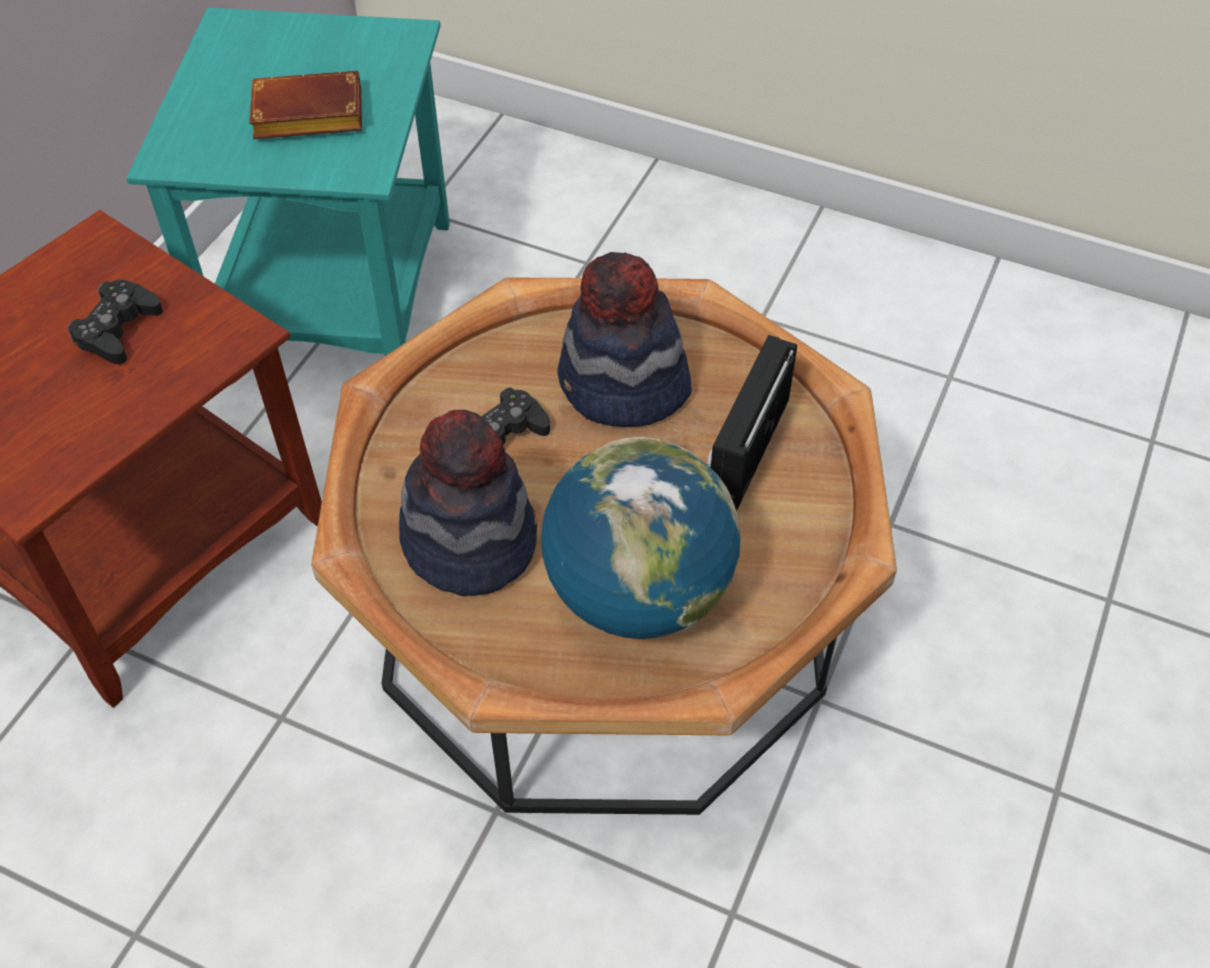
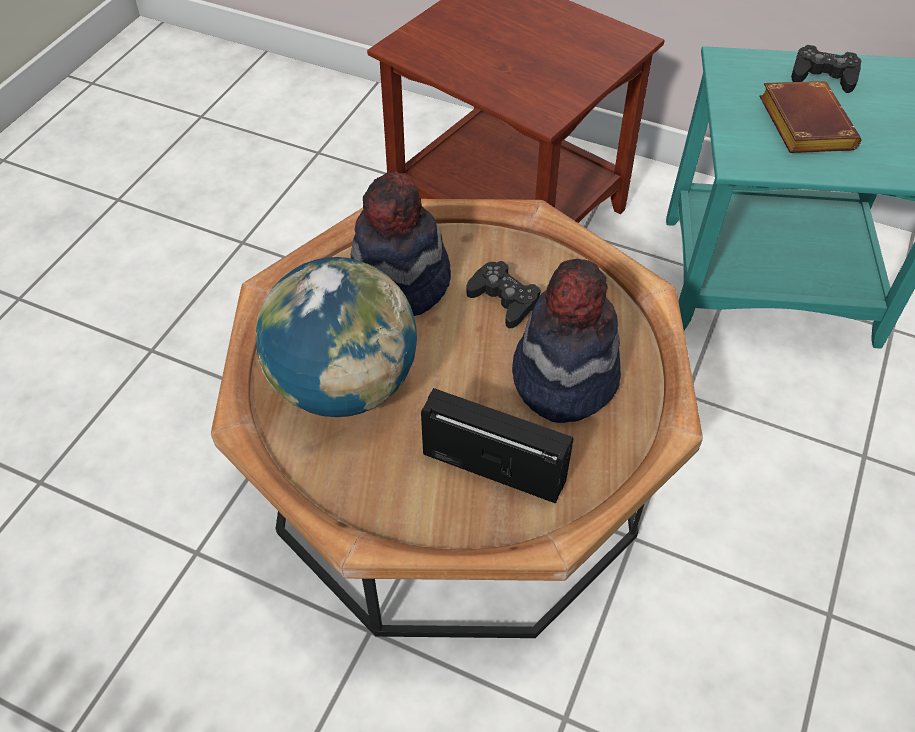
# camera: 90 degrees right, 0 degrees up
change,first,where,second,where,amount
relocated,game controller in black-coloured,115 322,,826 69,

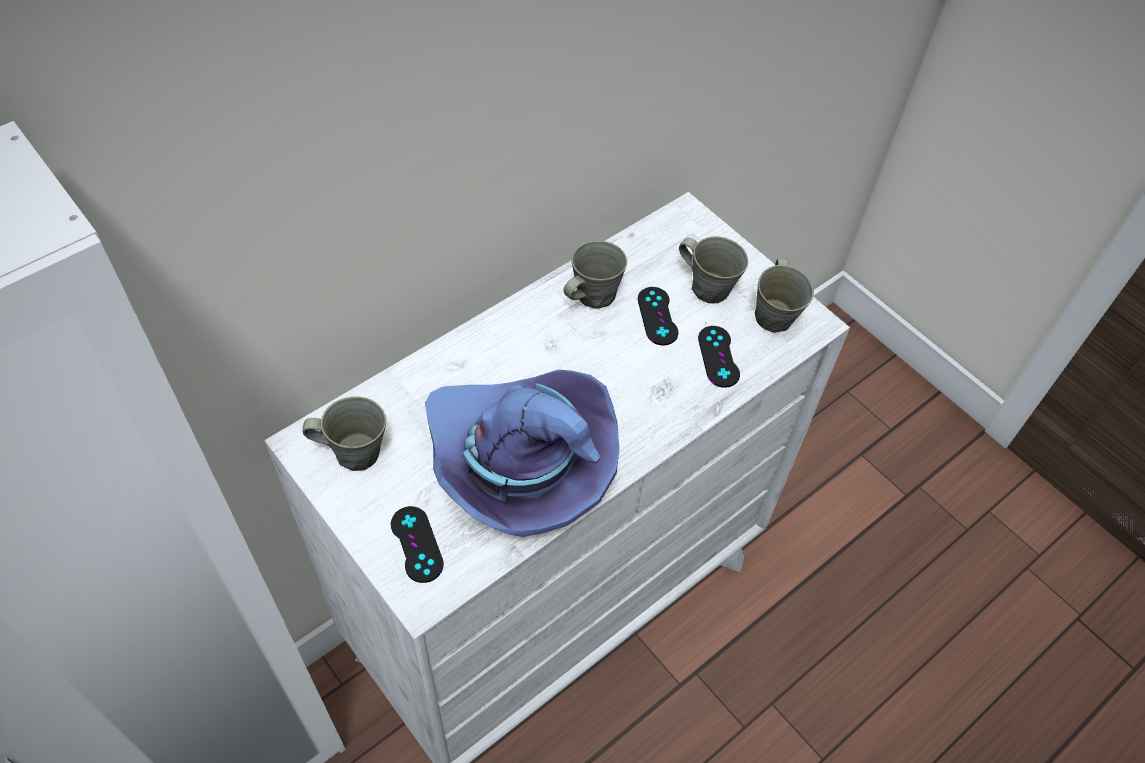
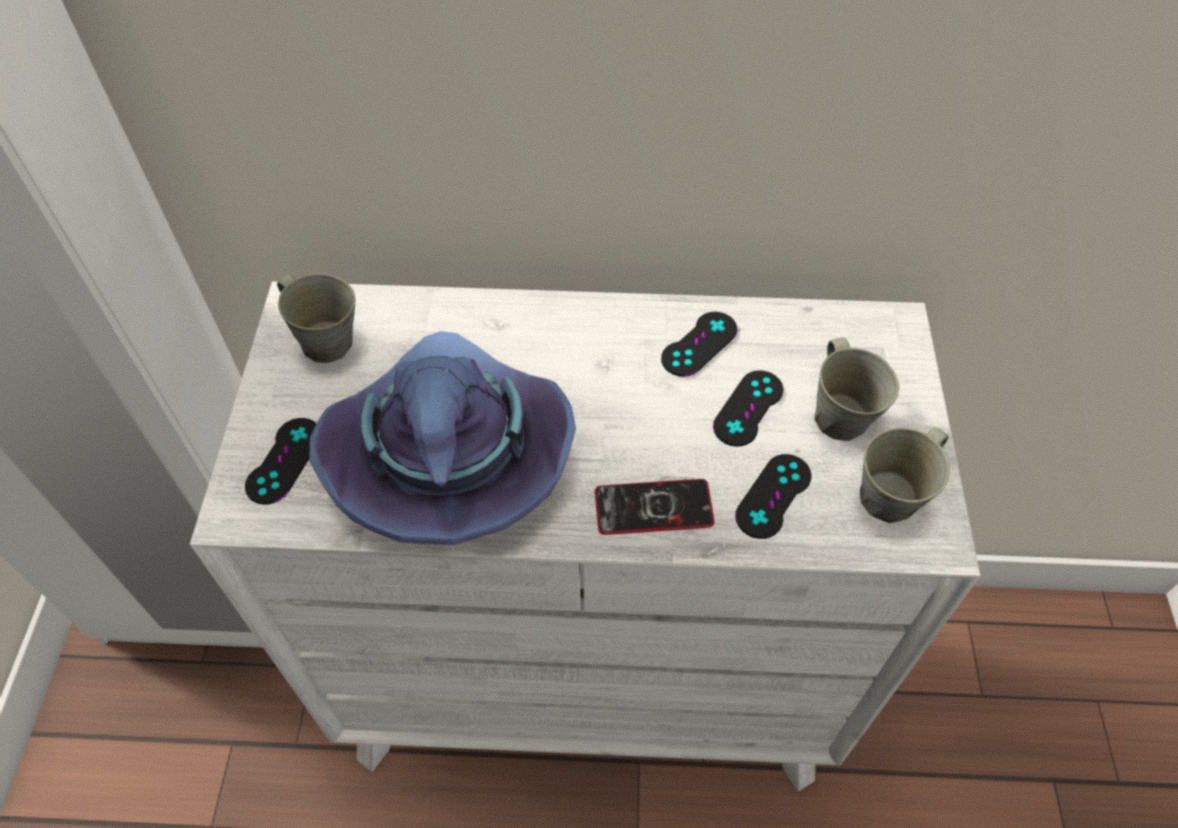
# camera: 45 degrees right, 0 degrees up
change,first,where,second,where,amount
appeared,,,telephone,655 507,
exchanged,coffee mug in grey,595 275,game controller in black-coloured,699 344,

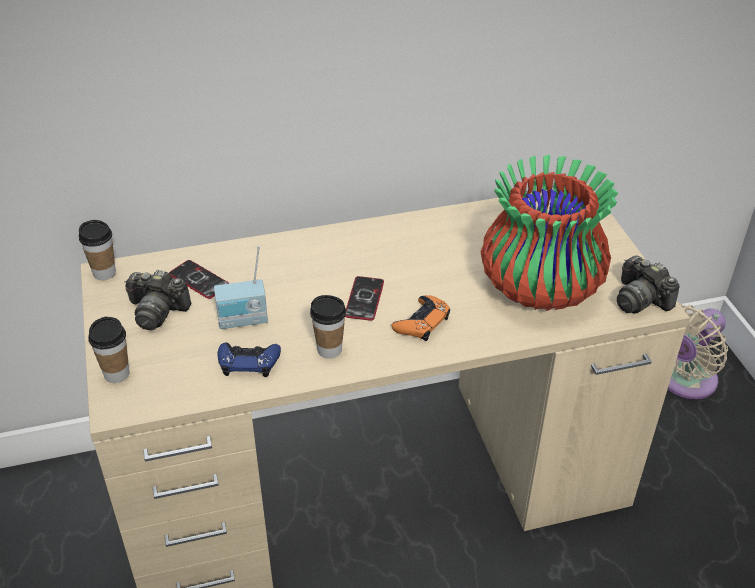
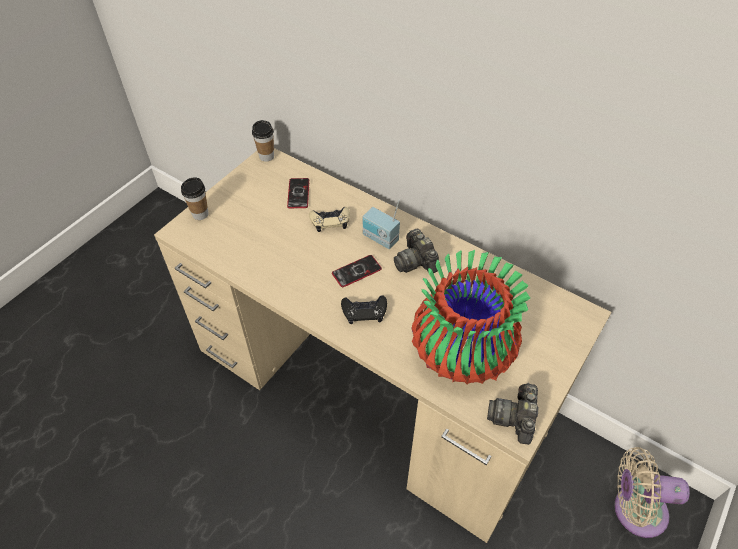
# camera: 50 degrees right, 10 degrees up
change,first,where,second,where,amount
missing,game controller in bluish,249 359,,,
missing,small cup,328 327,,,
appeared,,,game controller in beige-coloured,329 219,
relocated,photo camera,158 300,,416 251,
relocated,radio receiver,241 287,,381 224,
colour,game controller in orangey,421 318,game controller in black-coloured,364 309,

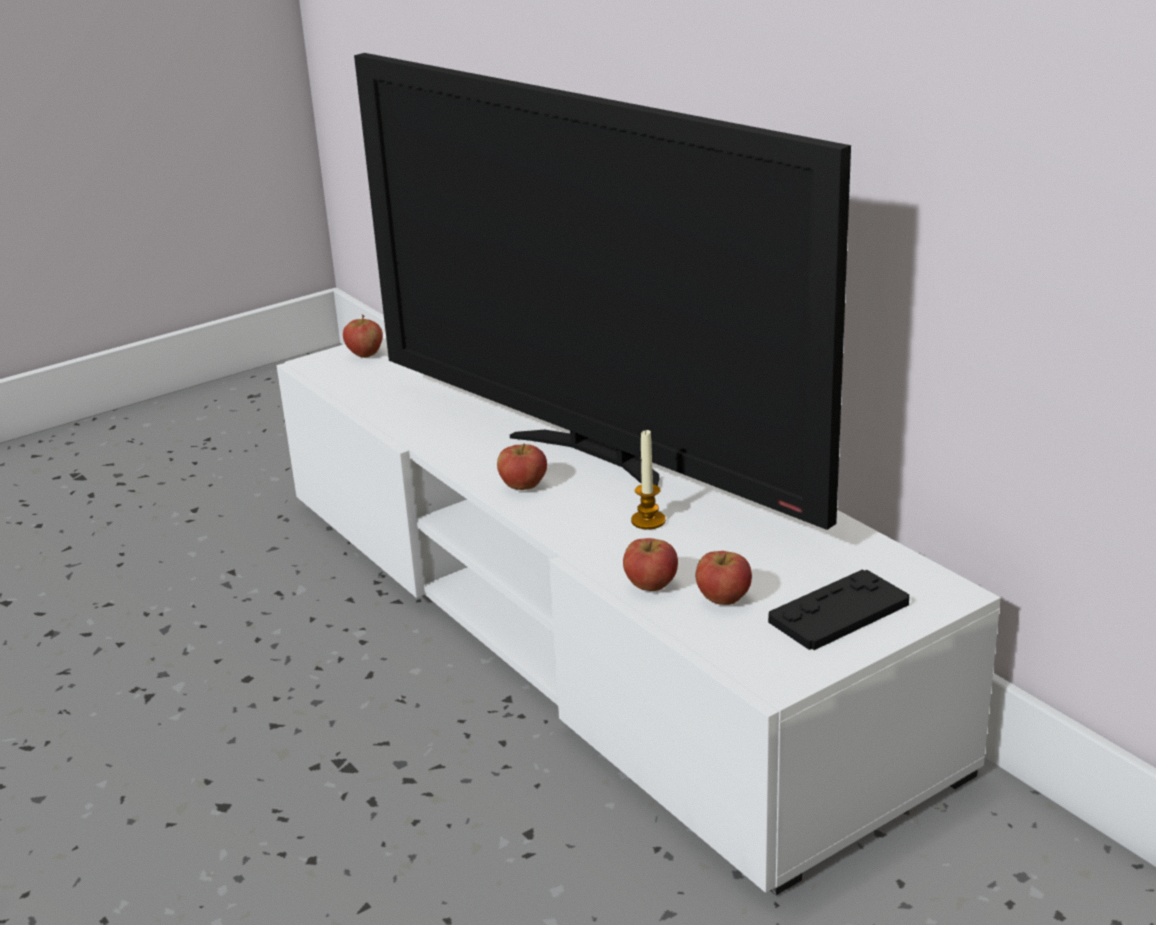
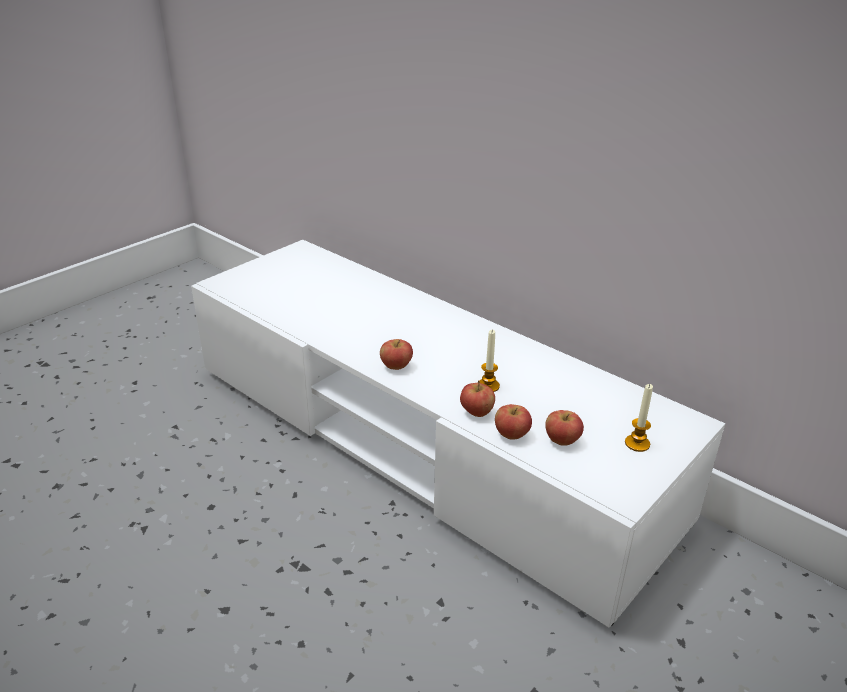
# camera: 15 degrees left, 5 degrees up
change,first,where,second,where,amount
missing,television,602 291,,,
relocated,whole apple,363 336,,477 399,
exchanged,game controller in black-coloured,838 609,wax light,639 418,

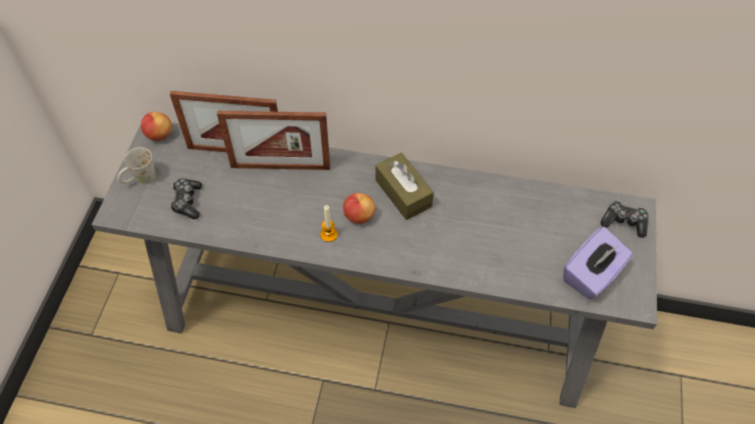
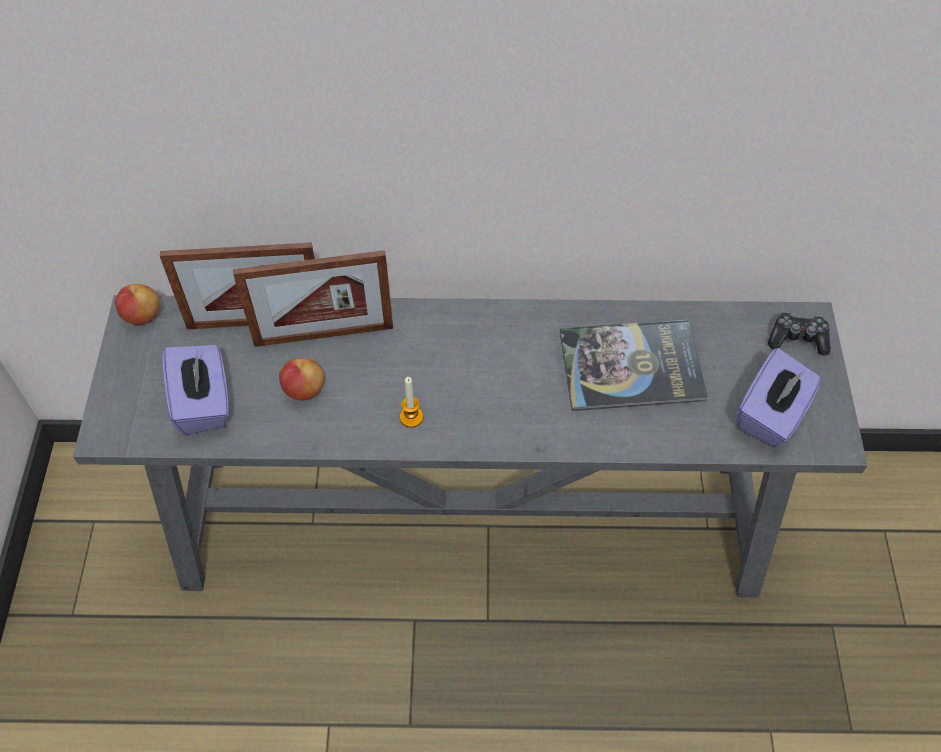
# camera: 10 degrees left, 0 degrees up
change,first,where,second,where,amount
missing,coffee mug in whitish,136 165,,,
missing,tissue box in brown-coloured,404 186,,,
appeared,,,volume,634 365,
relocated,whole apple,359 208,,302 379,
exchanged,game controller,186 198,tissue box in purple-coloured,195 390,

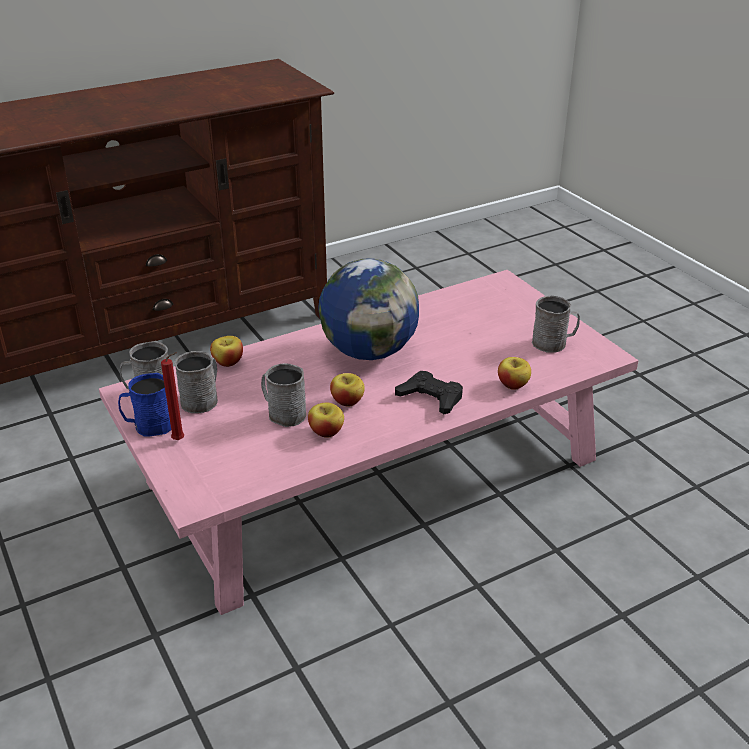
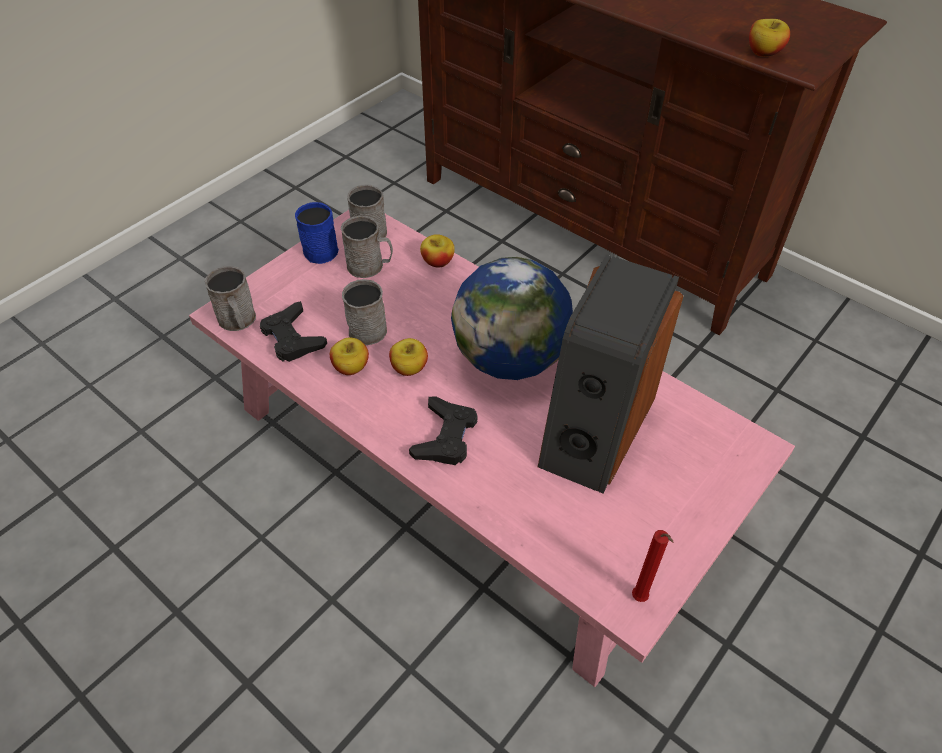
# camera: 70 degrees right, 15 degrees up
change,first,where,second,where,amount
appeared,,,game controller in black-coloured,293 331,
appeared,,,speaker,610 374,
relocated,wax light in reddish,172 396,,653 566,
relocated,whole apple,514 373,,769 37,
relocated,coffee mug in grey,556 324,,230 298,

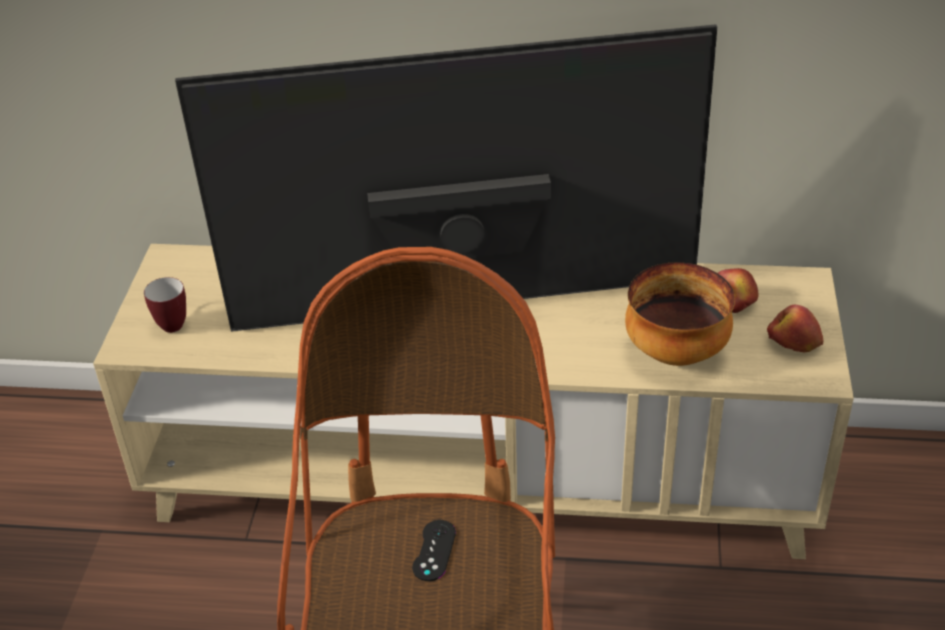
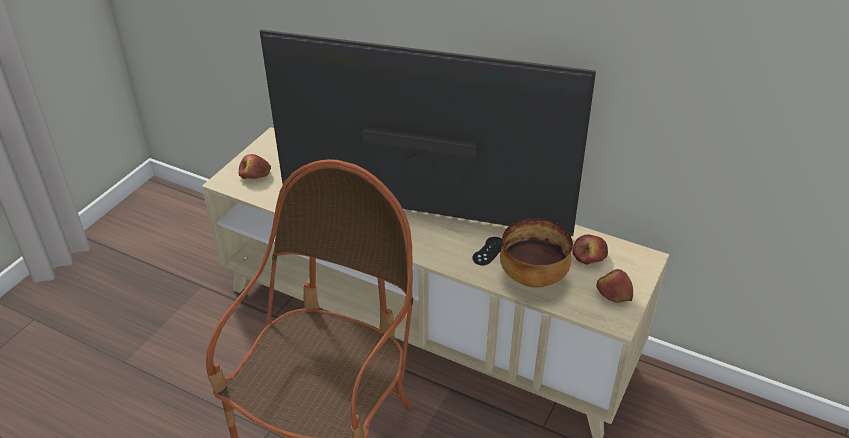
# camera: 20 degrees right, 0 degrees up
change,first,where,second,where,amount
relocated,game controller in black-coloured,434 550,,488 251,
exchanged,coffee mug,165 305,whole apple,255 166,

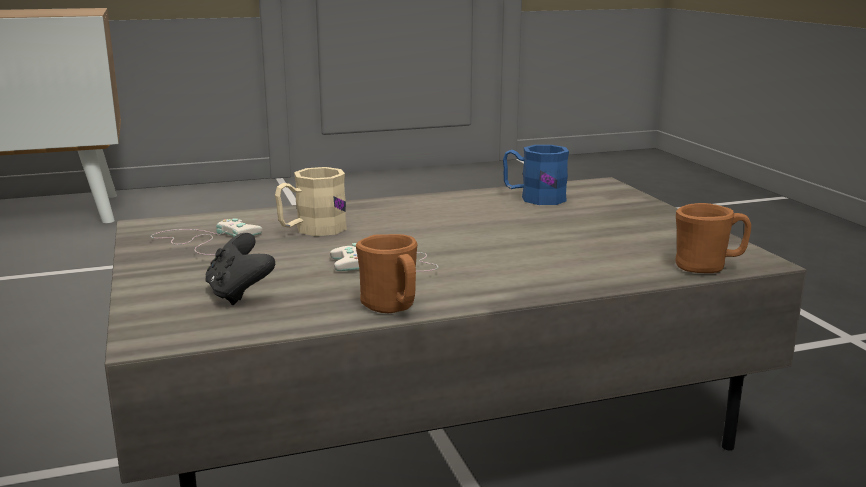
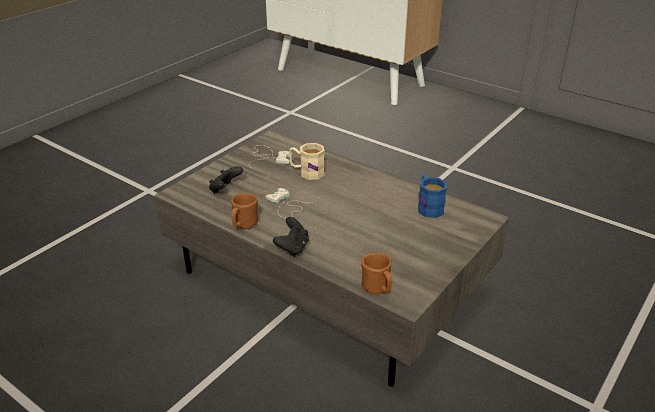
# camera: 55 degrees right, 15 degrees up
change,first,where,second,where,amount
appeared,,,game controller in black-coloured,291 237,

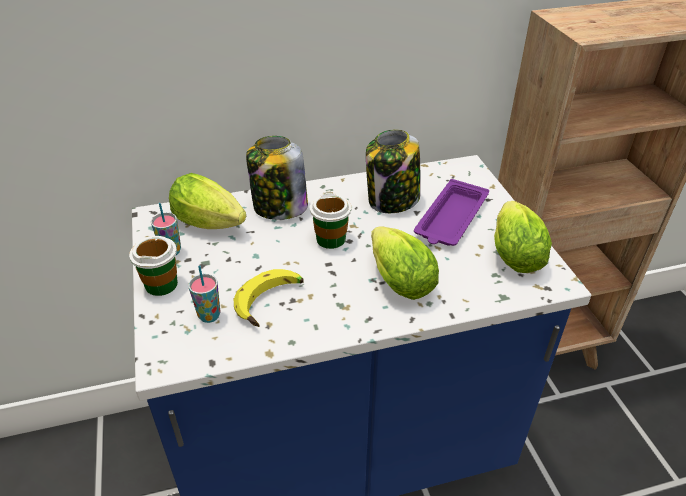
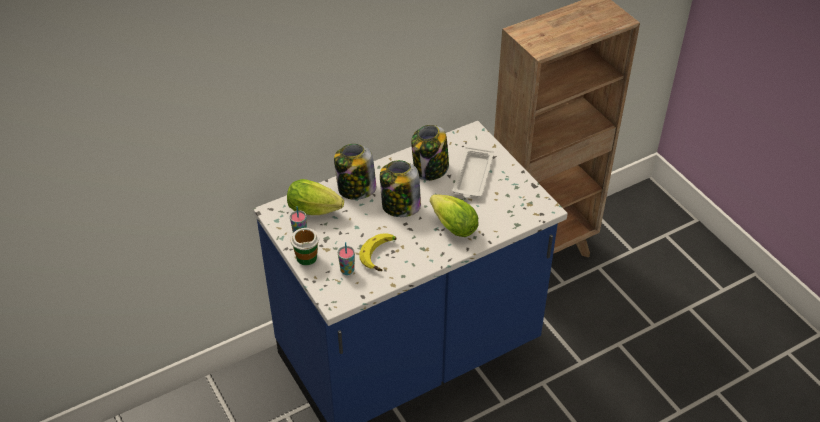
# camera: 15 degrees left, 5 degrees up
change,first,where,second,where,amount
missing,lettuce head,523 237,,,
exchanged,small cup,330 220,preserve jar,400 188,
colour,serving tray in purple-coloured,451 212,serving tray in whitish,473 172,

